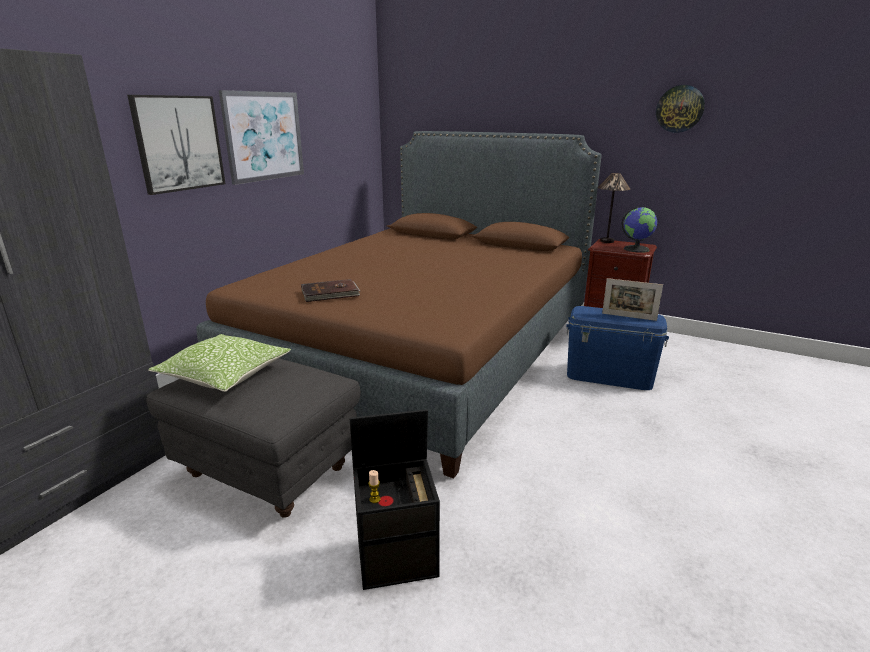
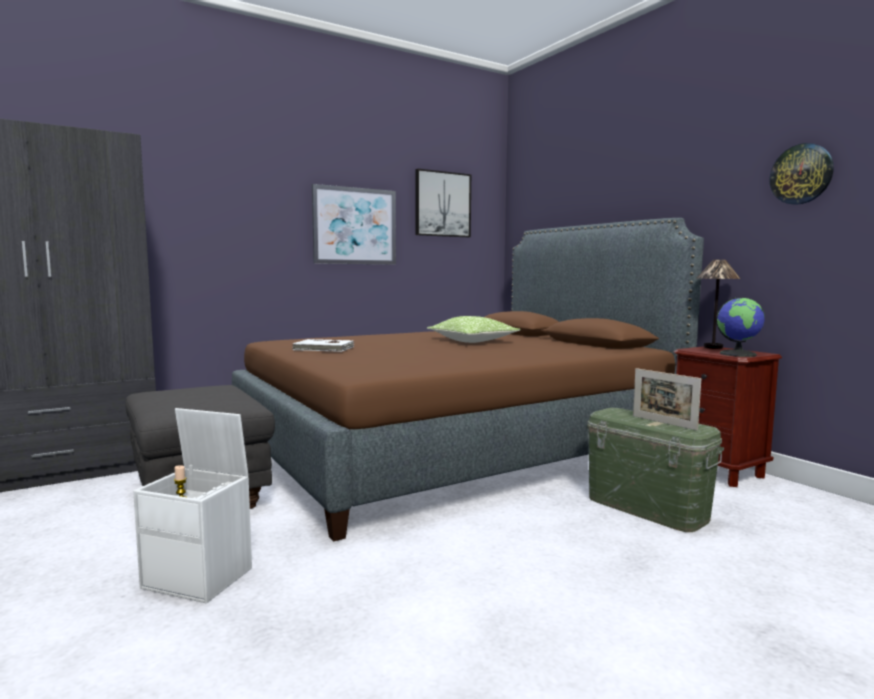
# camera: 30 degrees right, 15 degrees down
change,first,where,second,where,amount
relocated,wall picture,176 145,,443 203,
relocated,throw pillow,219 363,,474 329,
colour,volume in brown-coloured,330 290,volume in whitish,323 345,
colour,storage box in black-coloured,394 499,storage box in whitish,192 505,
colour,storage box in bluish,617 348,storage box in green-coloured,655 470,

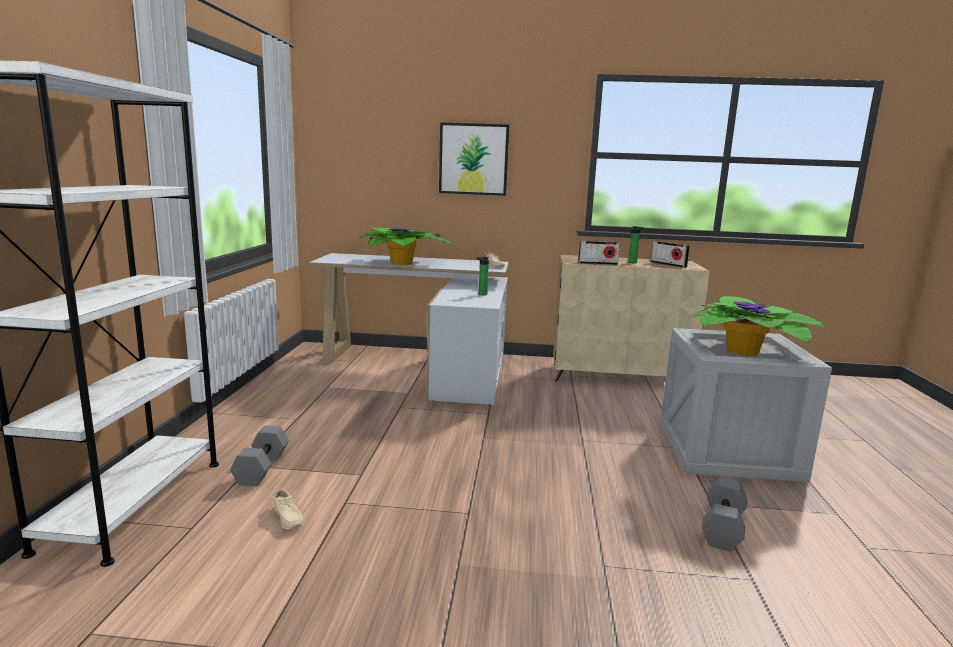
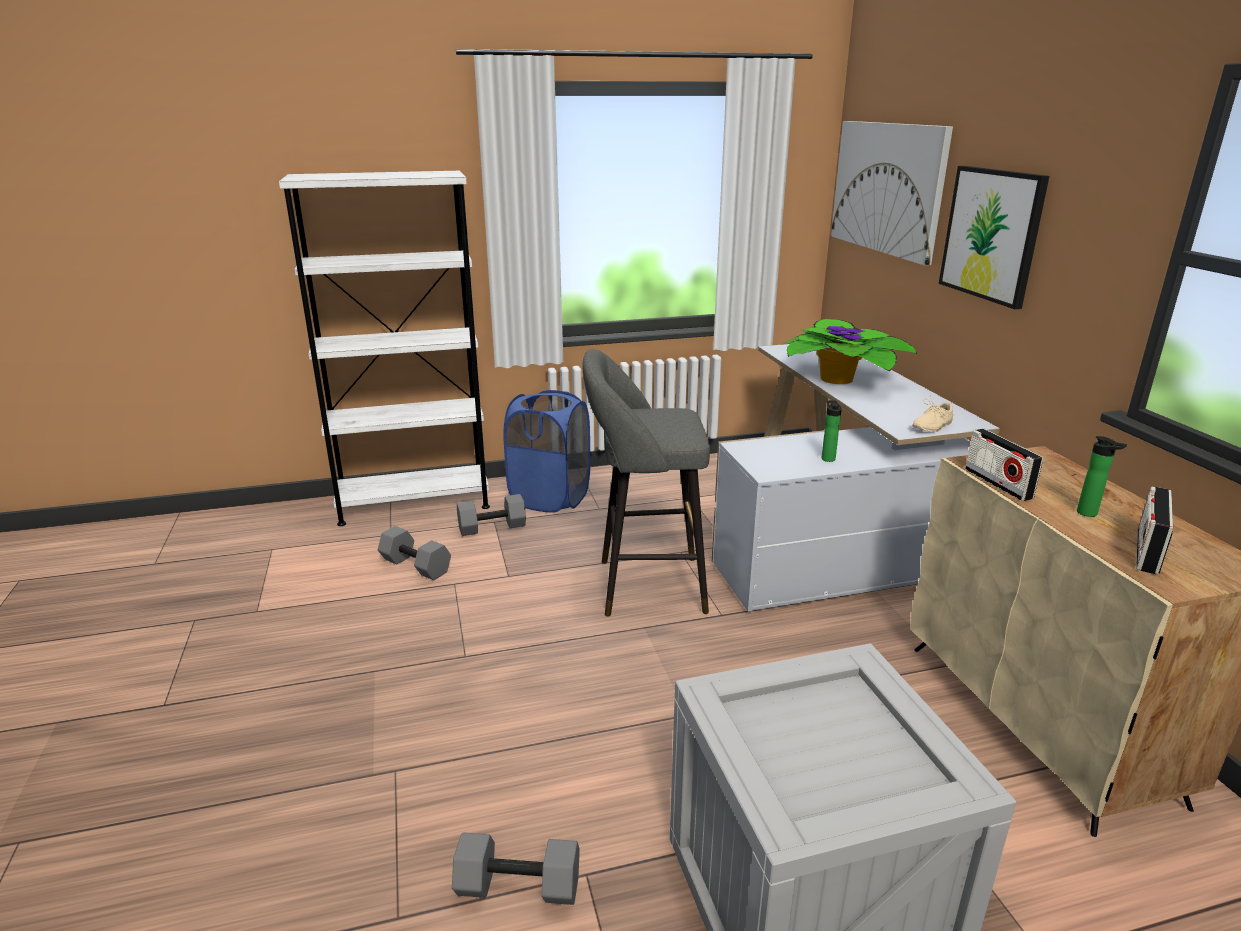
# camera: 70 degrees right, 10 degrees up
change,first,where,second,where,amount
missing,houseplant,757 326,,,
appeared,,,hamper in bluish,547 451,
appeared,,,stool in grey,646 483,
appeared,,,wall picture,892 193,
exchanged,low shoe in beige-coloured,285 509,free weight in grey,414 553,

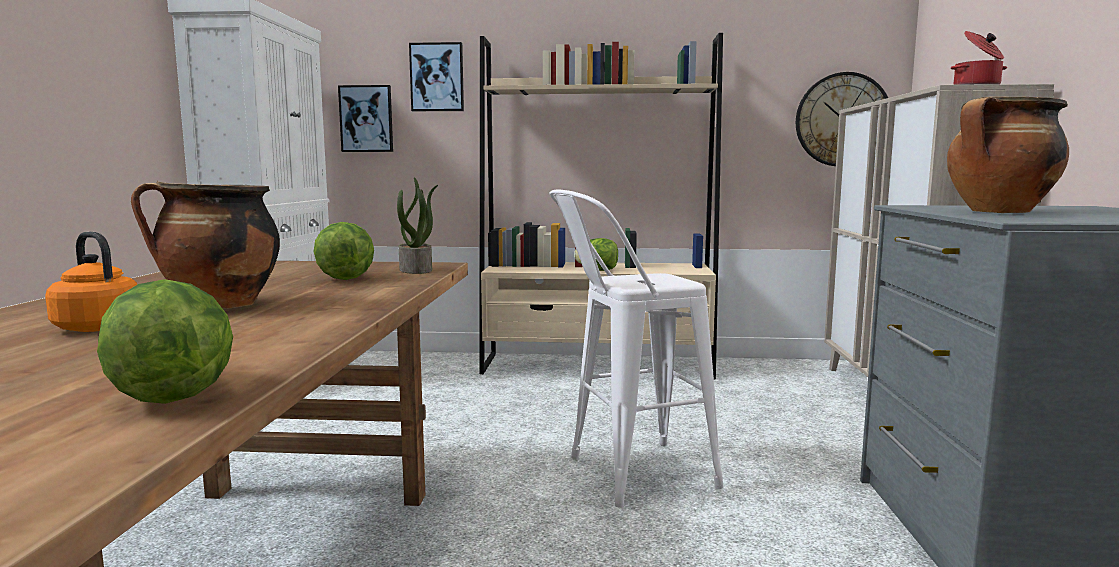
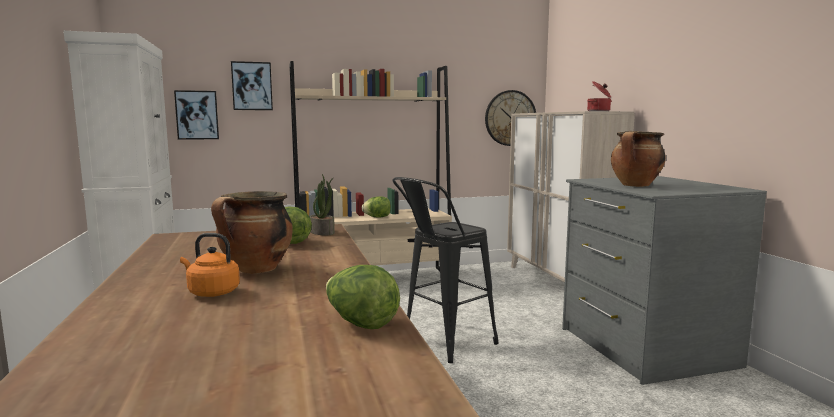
# camera: 20 degrees left, 0 degrees up
change,first,where,second,where,amount
colour,stool in whitish,637 349,stool in black-coloured,445 270,

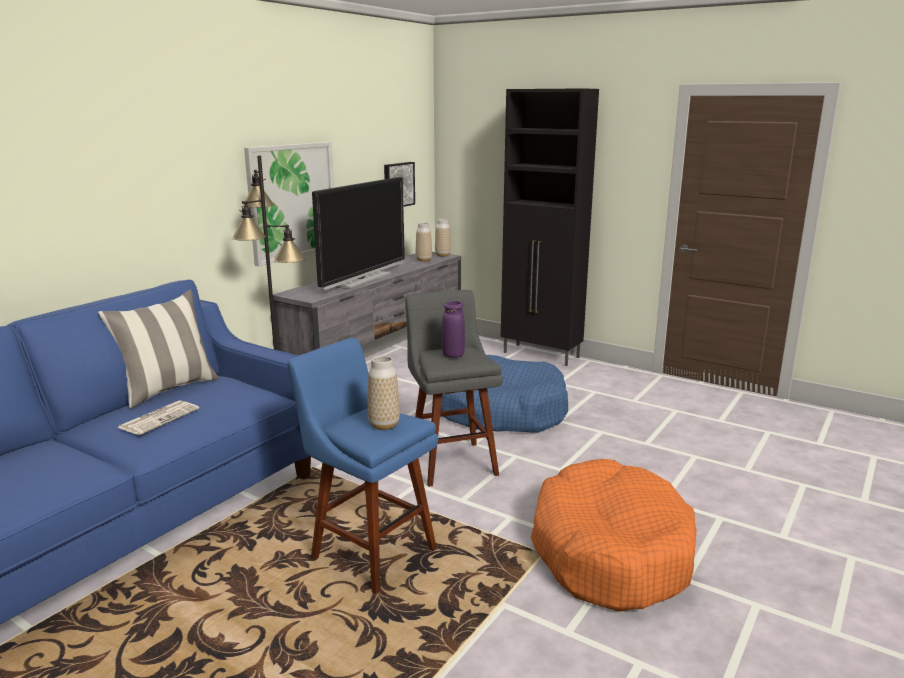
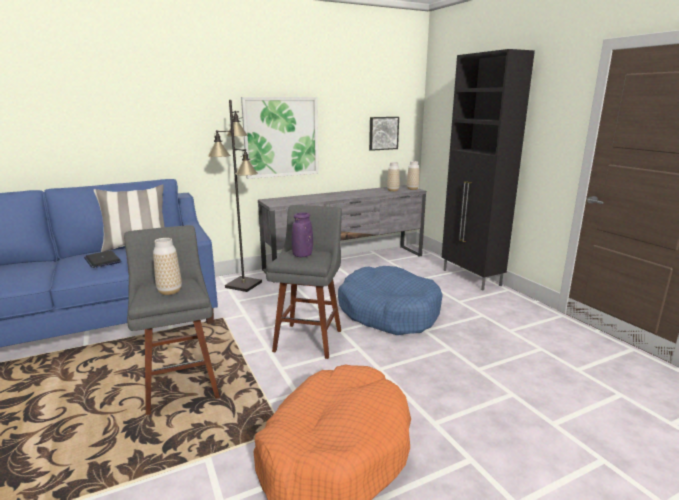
# camera: 30 degrees right, 0 degrees up
change,first,where,second,where,amount
missing,television,358 233,,,
exchanged,daily paper,158 417,laptop,102 259,
colour,stool in bluish,362 466,stool in grey,172 320,

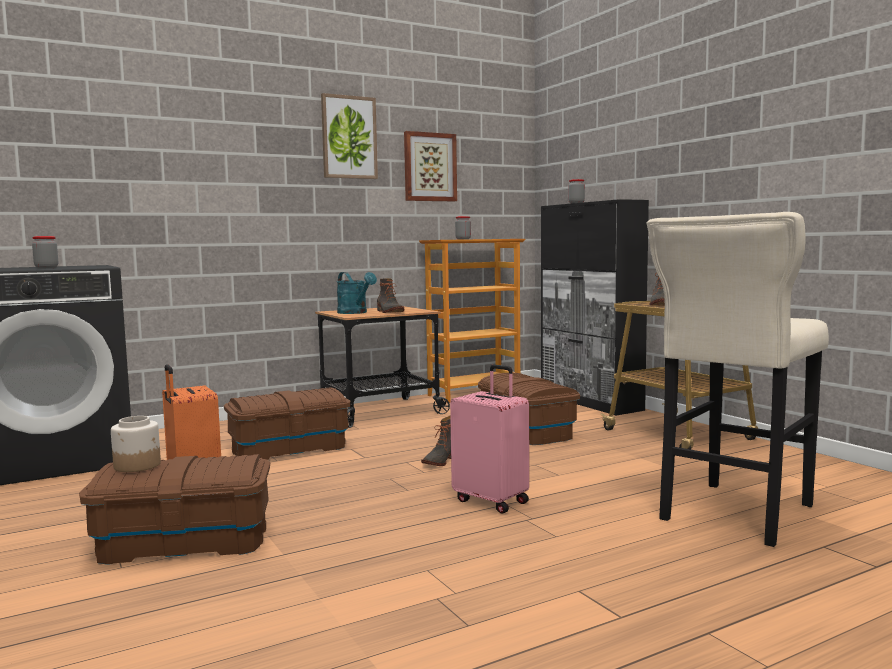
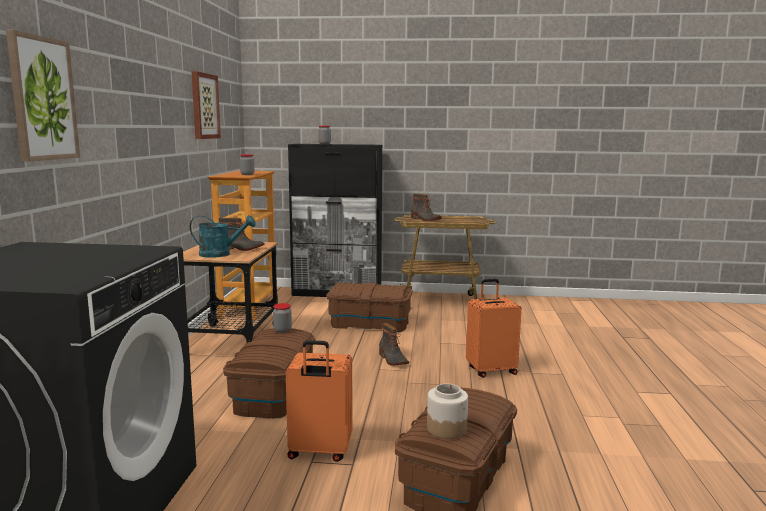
# camera: 55 degrees left, 5 degrees up
change,first,where,second,where,amount
missing,stool in beige-coloured,738 379,,,
relocated,preserve jar,45 252,,282 318,
relocated,wall picture,349 136,,43 96,
colour,travel case in pinkish,489 439,travel case in orangey,494 328,

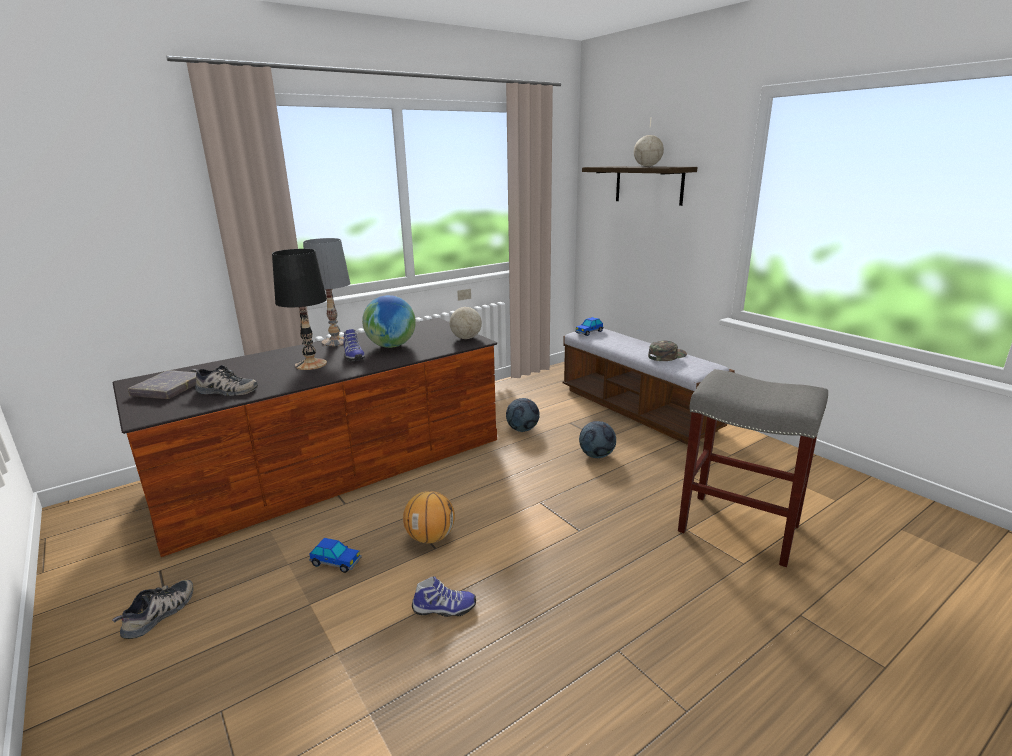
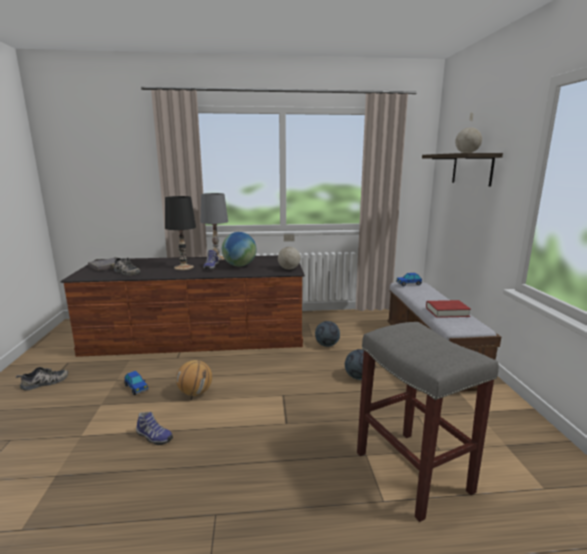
# camera: 30 degrees right, 5 degrees down
change,first,where,second,where,amount
exchanged,cap in green-coloured,667 351,volume in reddish,448 309,

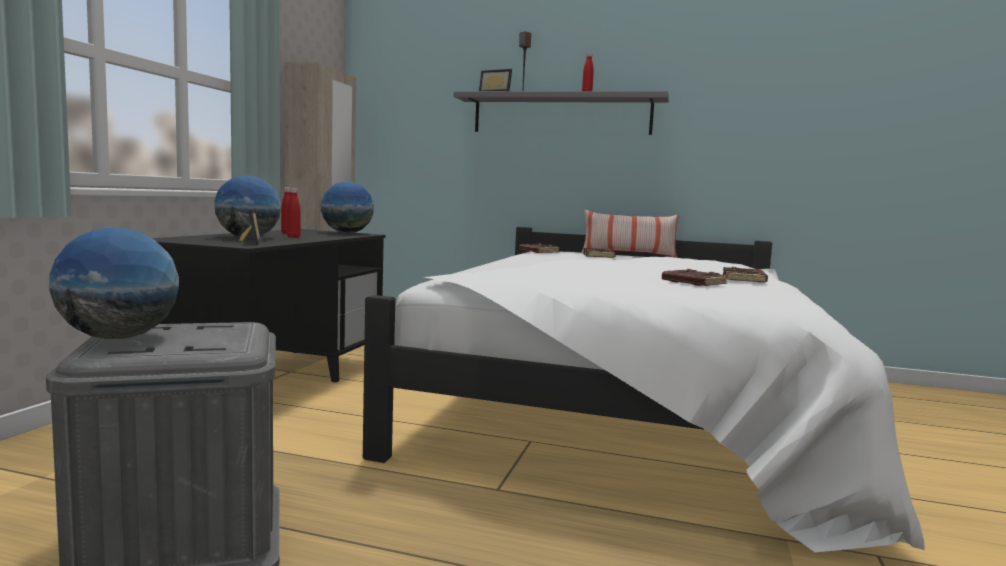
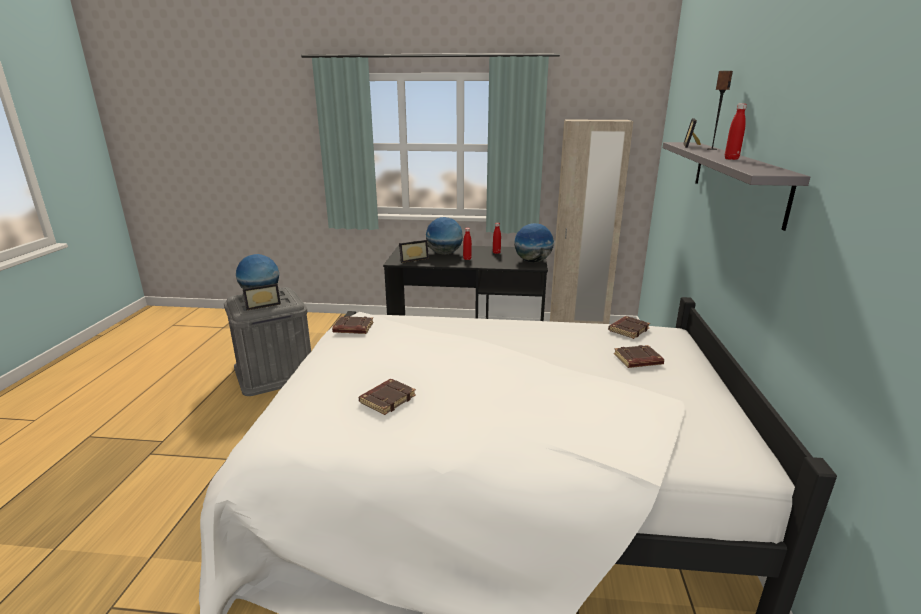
# camera: 80 degrees right, 15 degrees up
change,first,where,second,where,amount
missing,throw pillow,630 234,,,
appeared,,,standing frame,262 297,
relocated,volume in brown-coloured,745 274,,353 325,

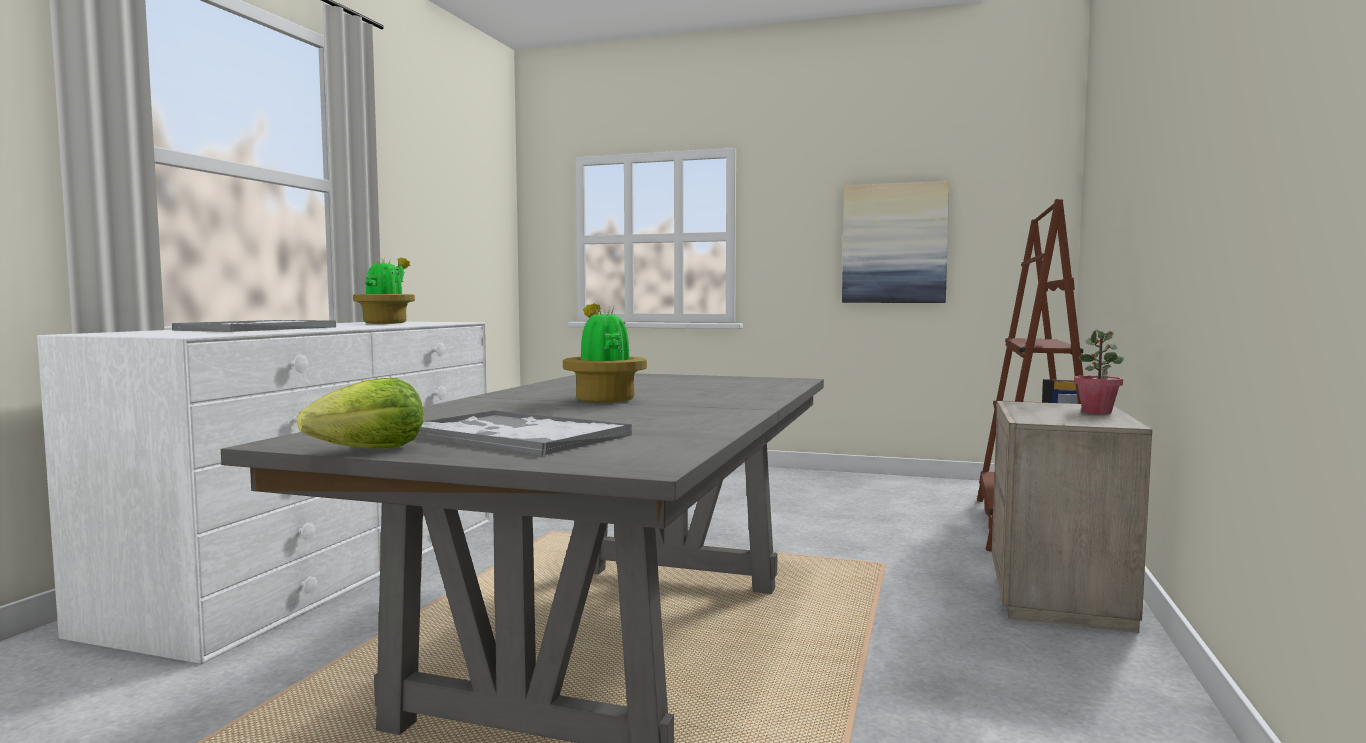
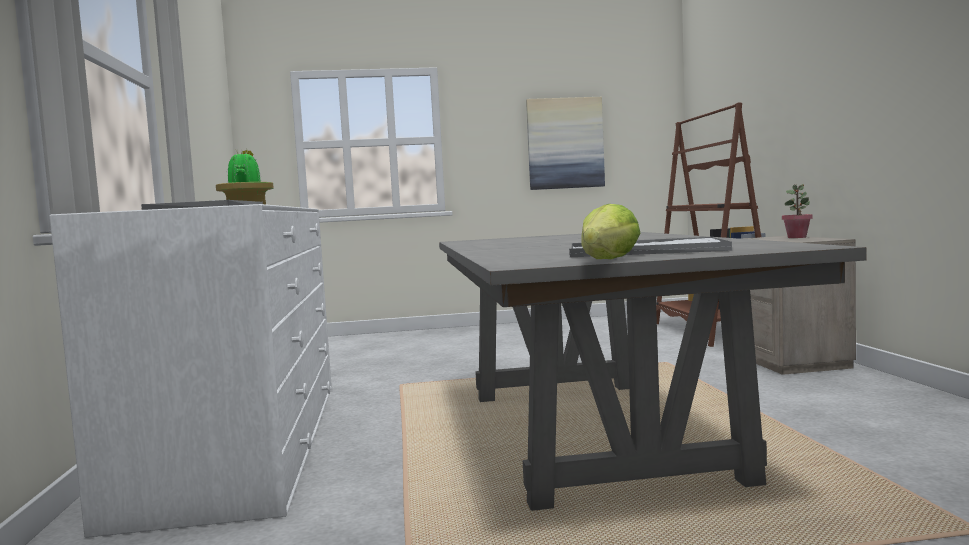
# camera: 25 degrees left, 0 degrees up
change,first,where,second,where,amount
missing,houseplant,605 353,,,

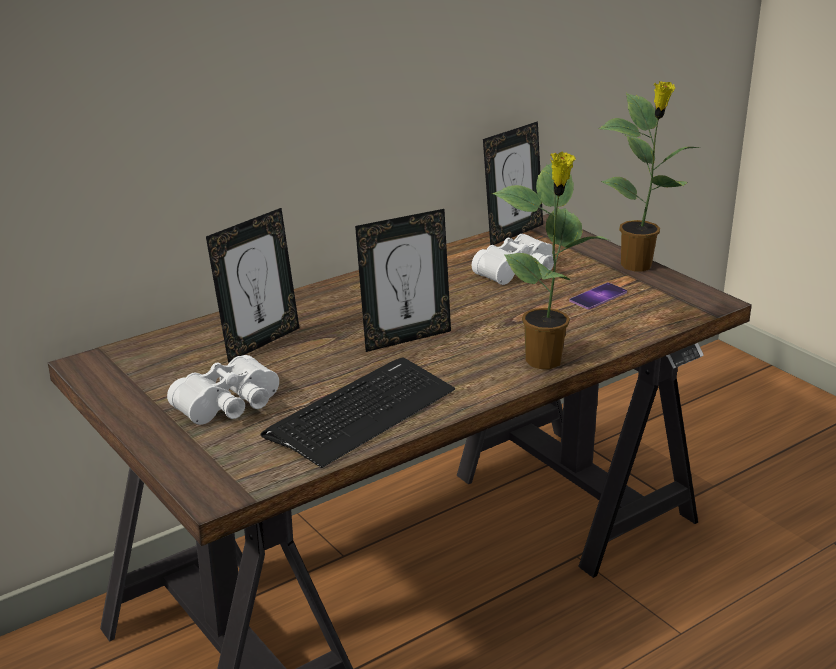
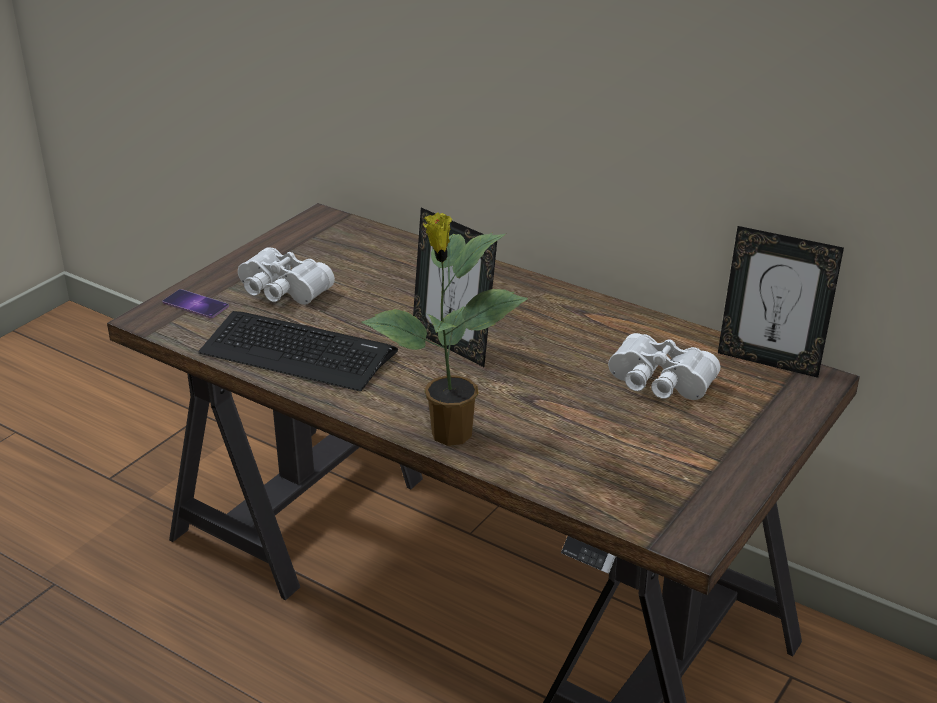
# camera: 70 degrees right, 5 degrees up
change,first,where,second,where,amount
missing,standing frame,252 285,,,
missing,houseplant,648 176,,,
relocated,telephone,598 296,,195 303,

